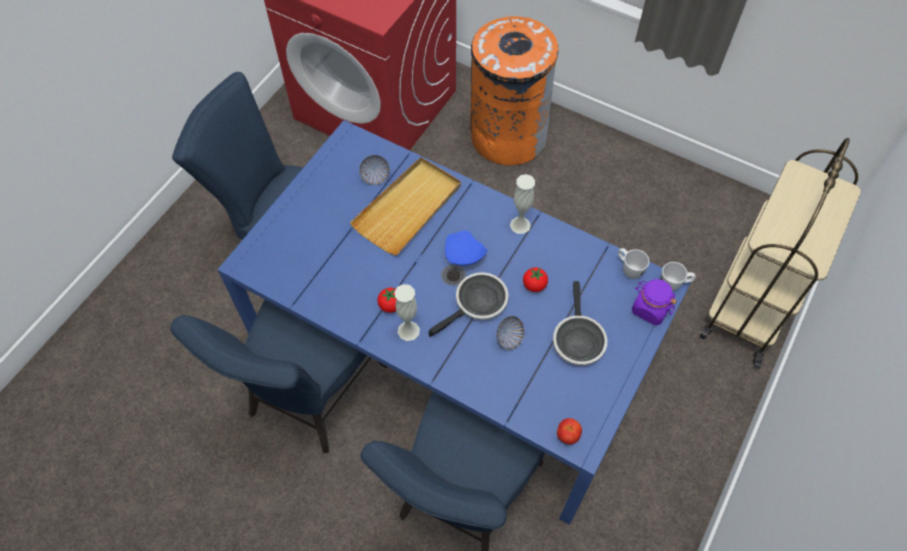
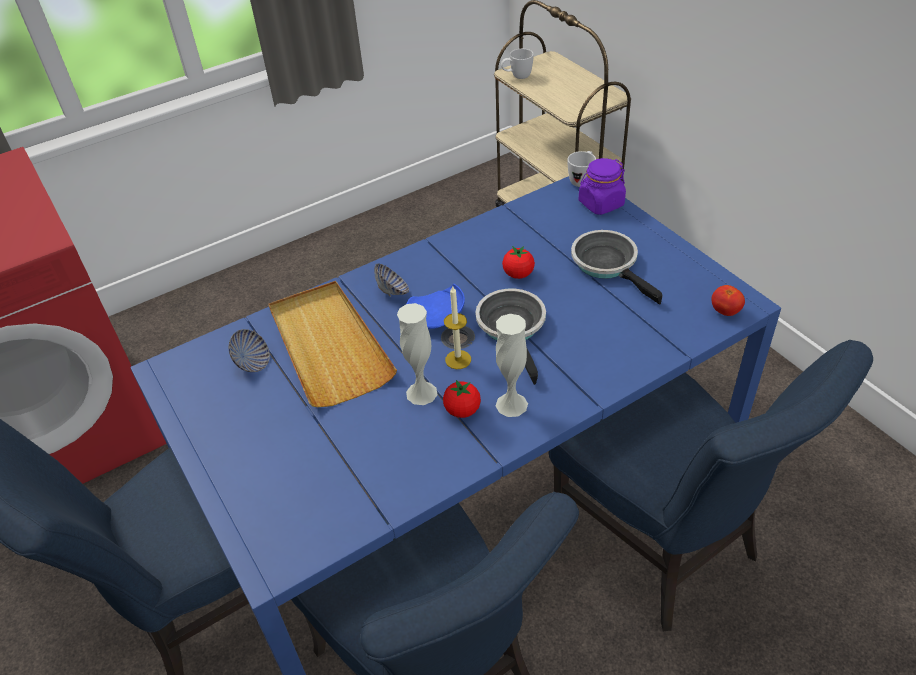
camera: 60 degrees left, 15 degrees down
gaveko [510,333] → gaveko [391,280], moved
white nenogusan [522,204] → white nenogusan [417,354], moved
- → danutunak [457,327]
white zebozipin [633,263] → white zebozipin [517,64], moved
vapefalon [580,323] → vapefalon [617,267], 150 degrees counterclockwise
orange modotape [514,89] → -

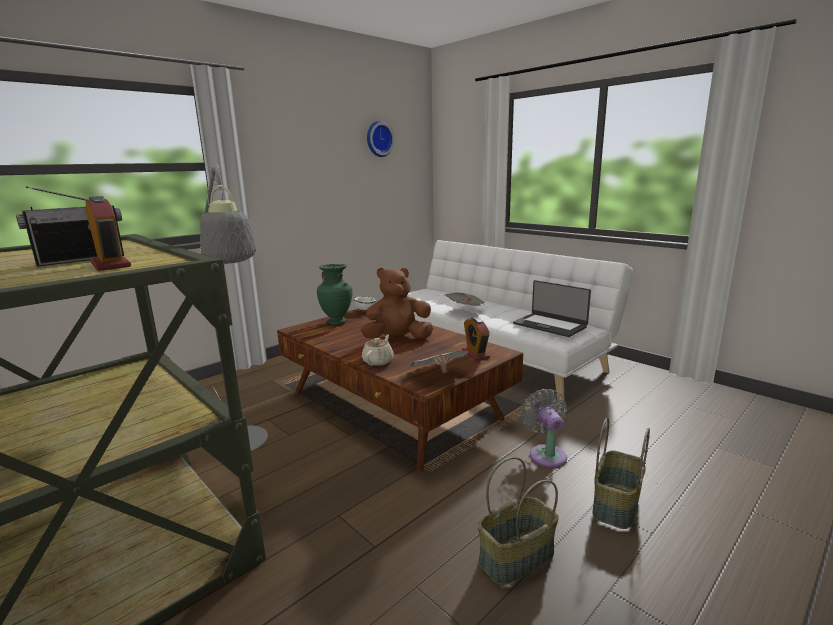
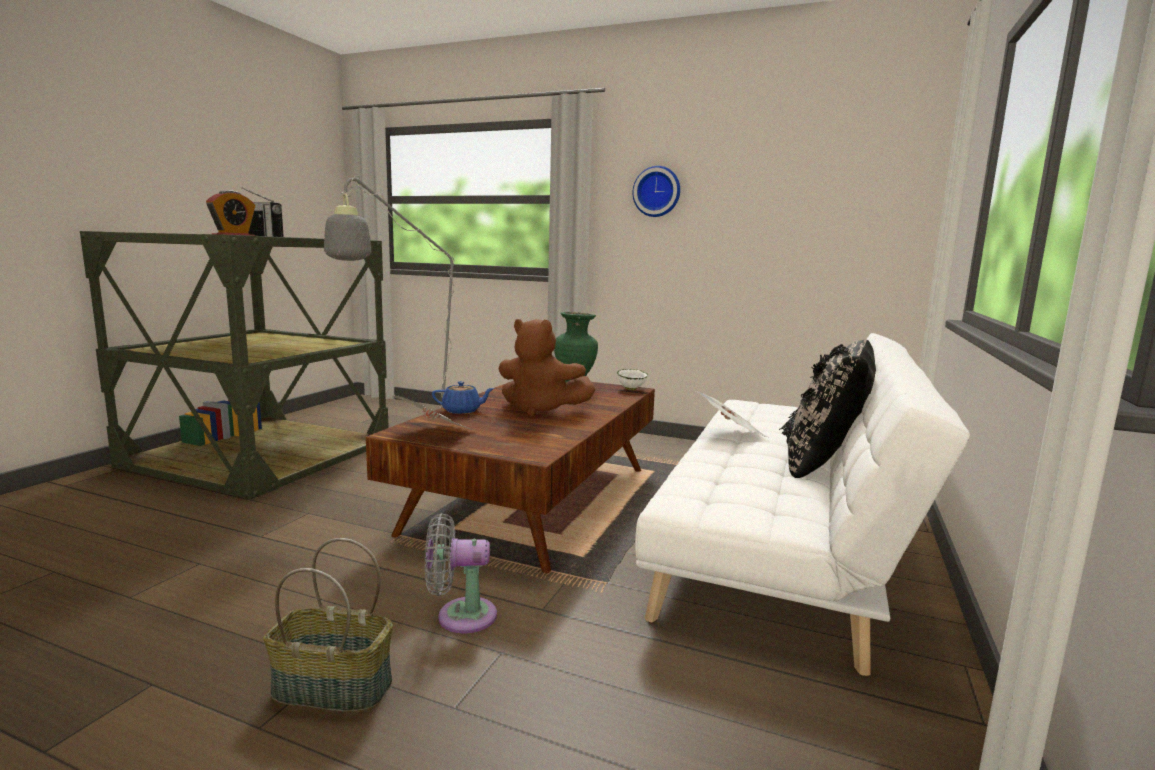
camera: 65 degrees right, 5 degrees down
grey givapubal [543,428] → grey givapubal [461,573], 150 degrees counterclockwise
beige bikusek [378,350] → blue bikusek [463,397]
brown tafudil [397,303] → brown tafudil [547,368], 150 degrees clockwise
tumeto [381,139] → tumeto [656,191], moved
- → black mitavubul [827,408]
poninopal [476,339] → -
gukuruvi [518,521] → -
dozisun [552,308] → -

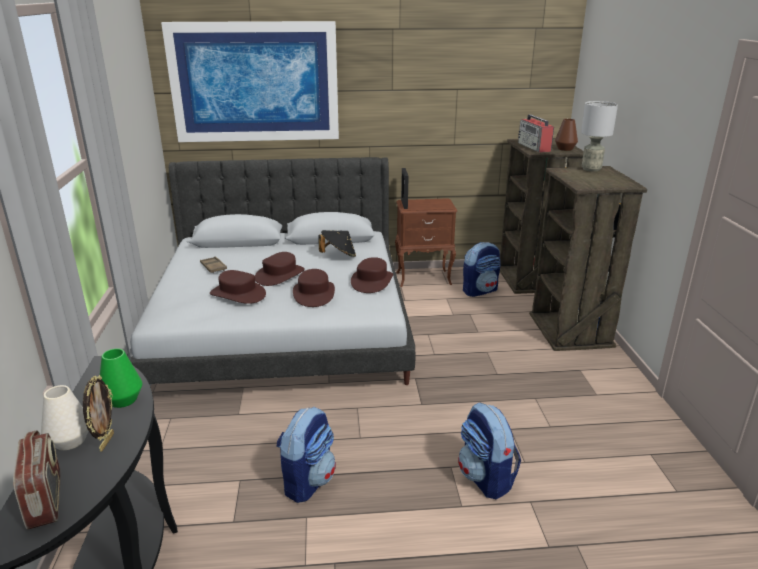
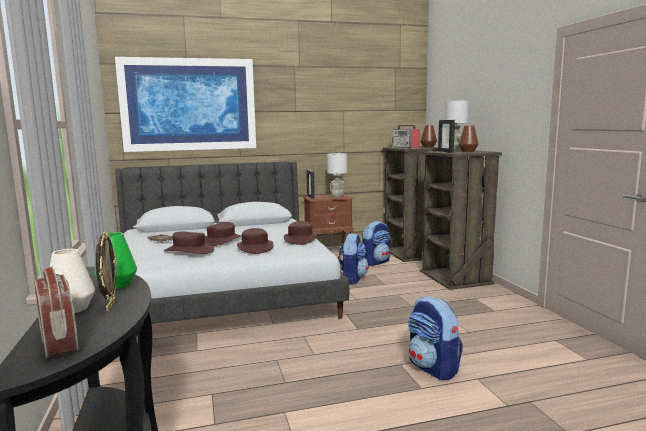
camera: 10 degrees left, 15 degrees down
- → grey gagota [337,175]
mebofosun [306,455] → mebofosun [353,258], moved
- → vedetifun [446,136]
- → brown nenogusan [468,138]
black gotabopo [337,243] → -

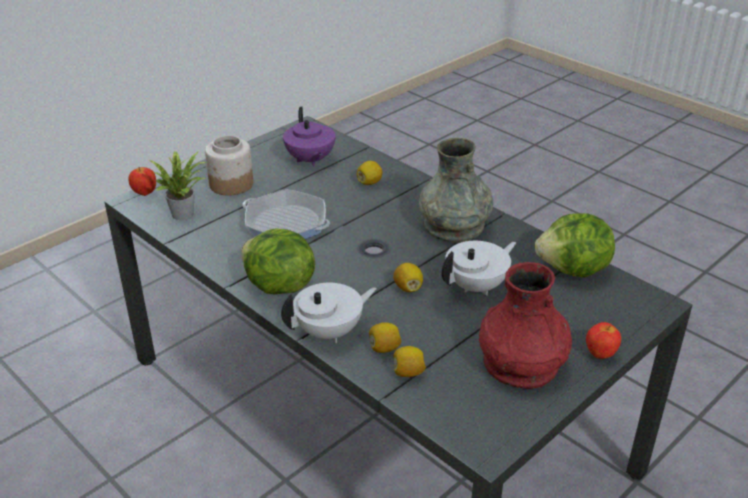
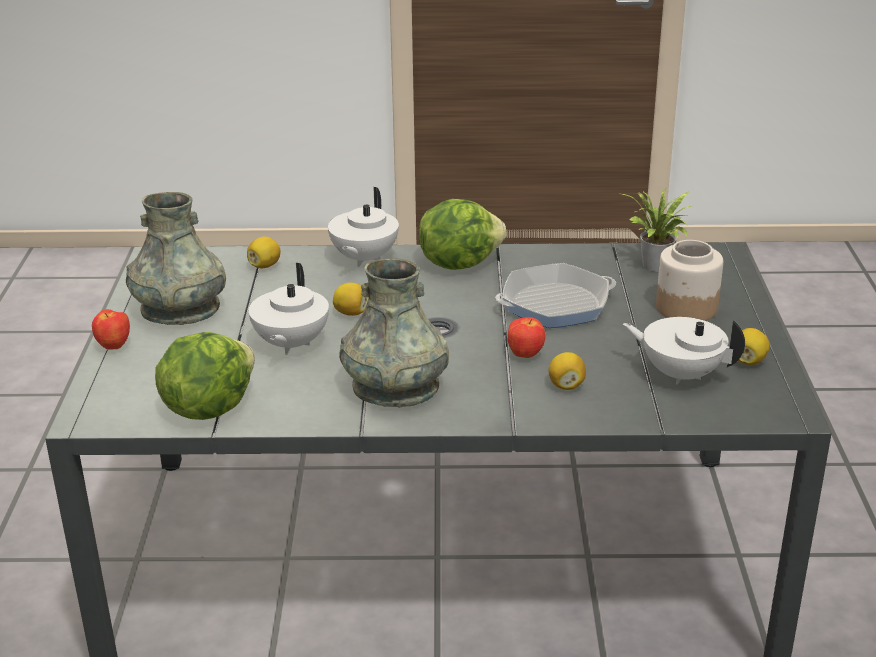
camera: 135 degrees right, 5 degrees down
red nenogusan [525,325] → grey nenogusan [176,258]
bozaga [142,181] → bozaga [526,337], moved
purple bikusek [309,137] → white bikusek [684,351]
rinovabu [385,337] → rinovabu [754,346], moved

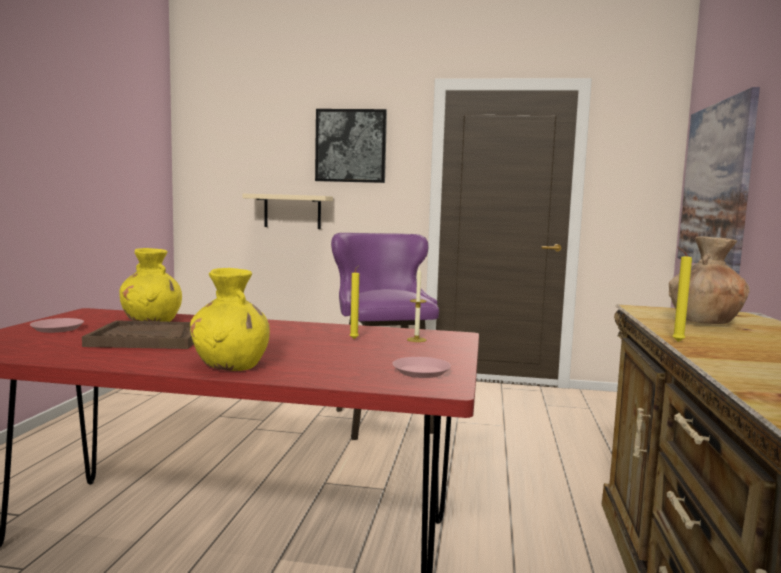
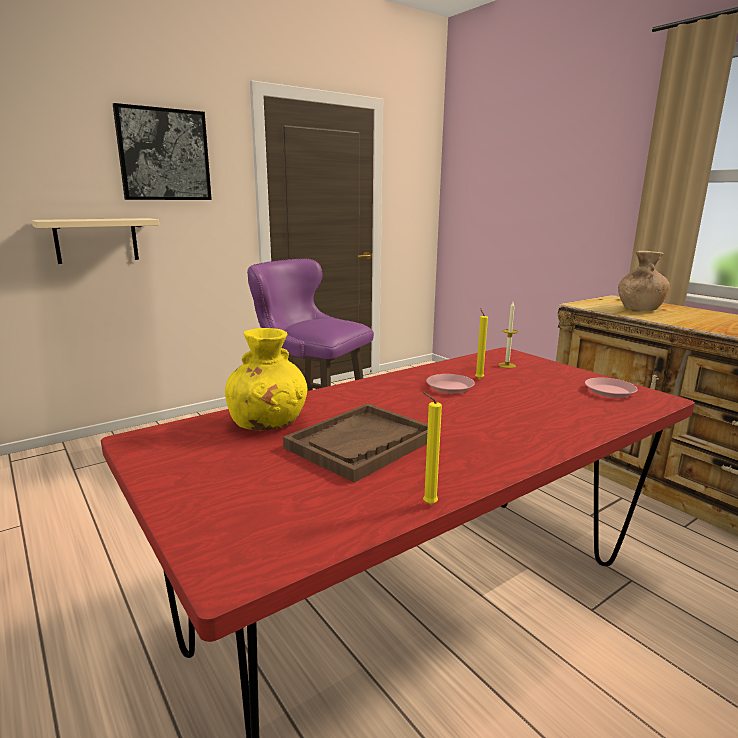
camera: 45 degrees left, 10 degrees up
yellow danutunak [682,294] → yellow danutunak [432,448], moved
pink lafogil [57,325] → pink lafogil [450,384], moved
yellow nenogusan [230,319] → -
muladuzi [718,180] → -

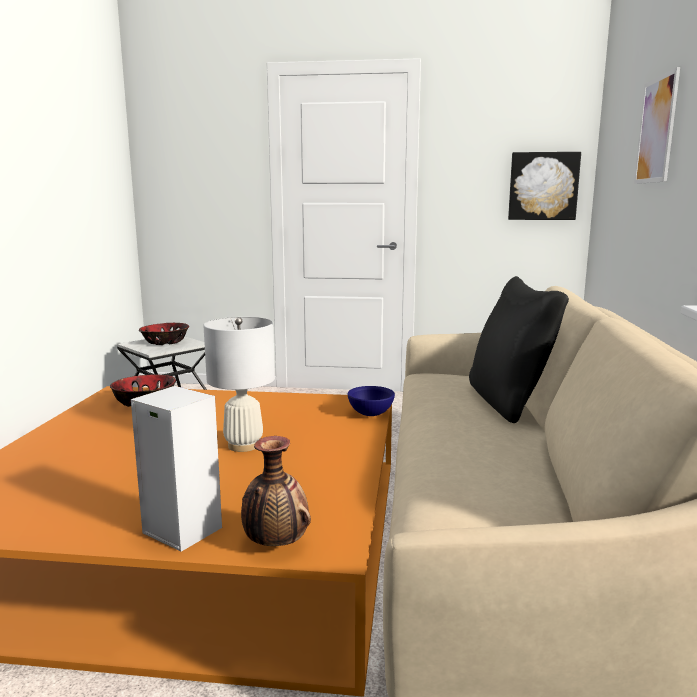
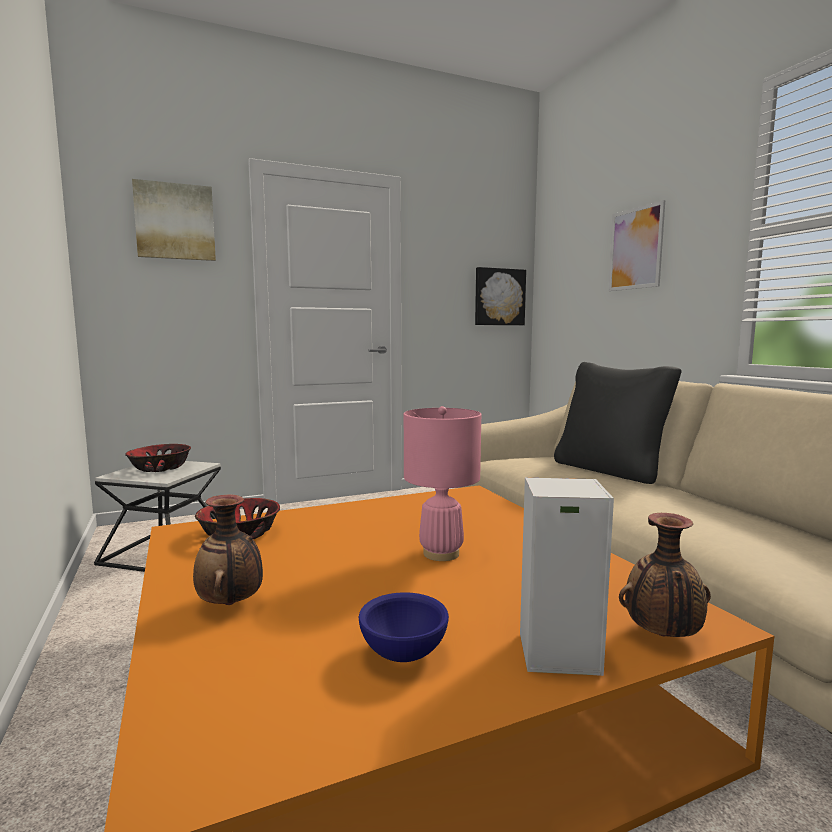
camera: 30 degrees left, 5 degrees down
- → muladuzi [174,220]
- → nenogusan [228,549]
blue gaveko [371,401] → blue gaveko [404,627], moved
white gagota [239,384] → pink gagota [442,483]

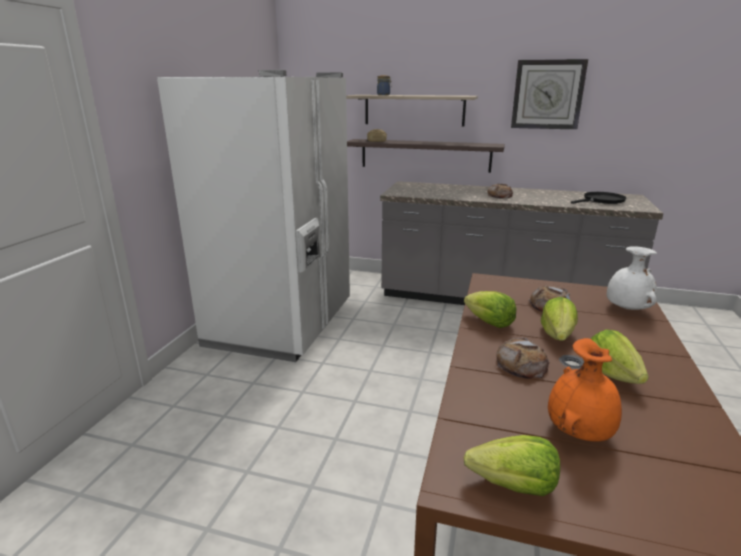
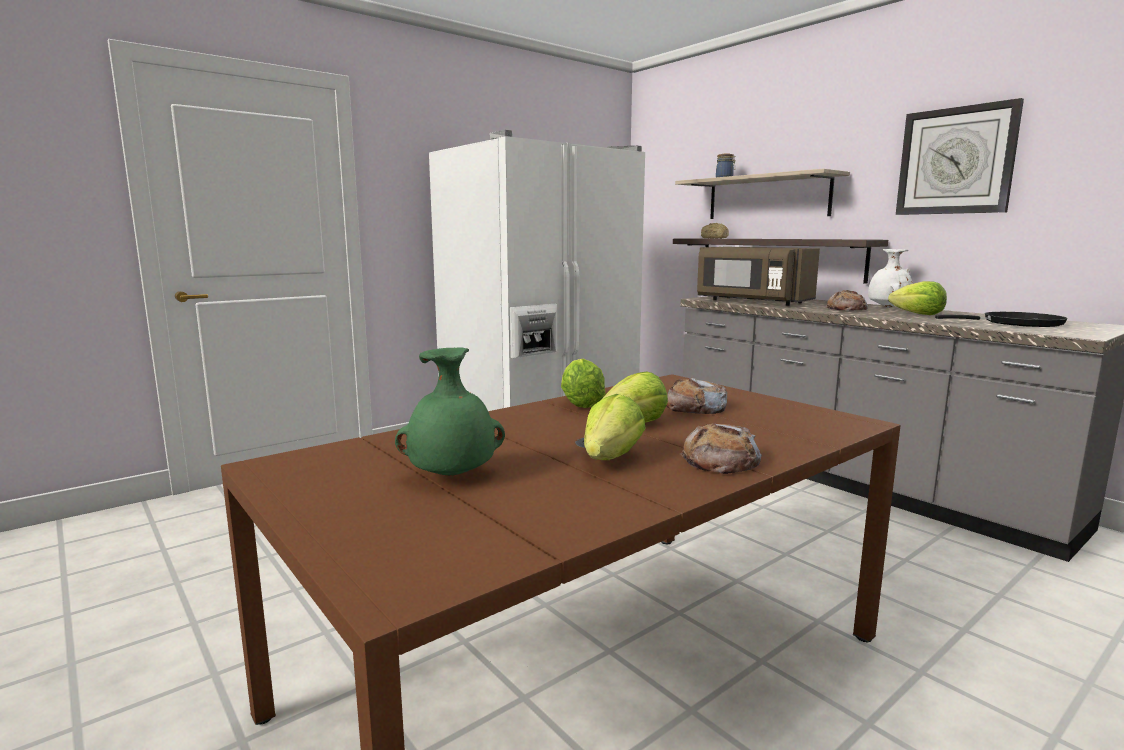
camera: 35 degrees right, 10 degrees down
orange nenogusan [585,390] → green nenogusan [450,412]
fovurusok [522,358] → fovurusok [721,448], moved
- → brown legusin [758,276]
white nenogusan [632,278] → white nenogusan [890,278], moved
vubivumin [512,465] → vubivumin [917,298], moved

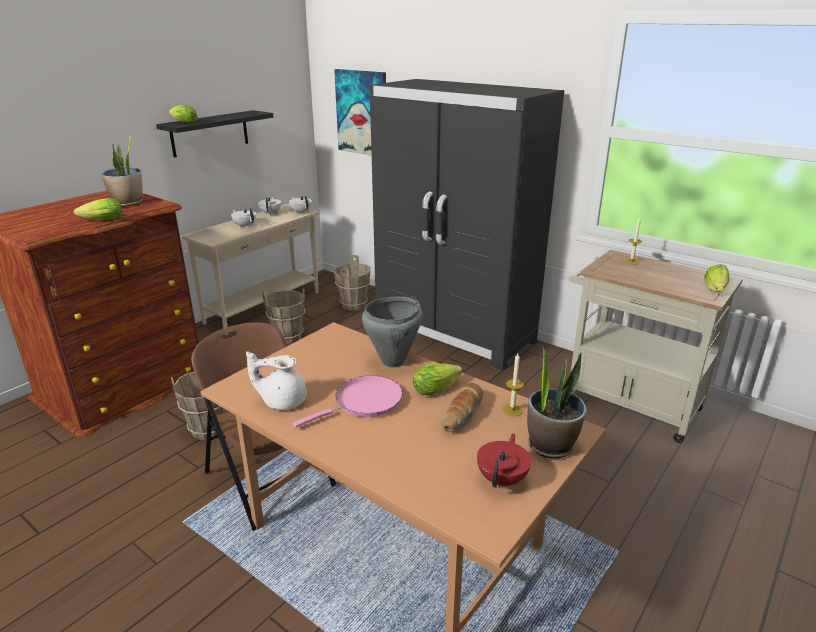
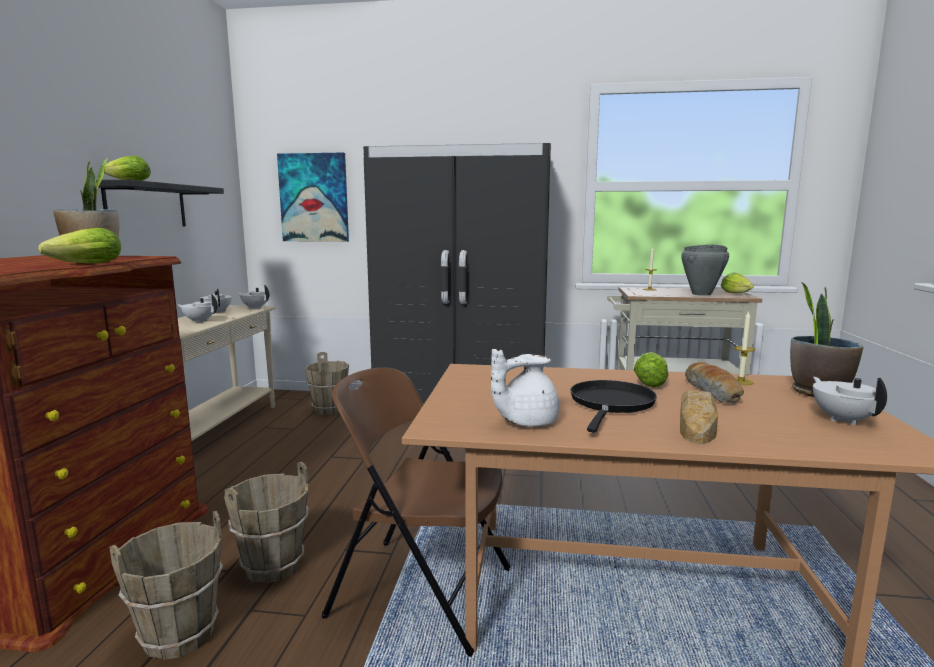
camera: 30 degrees left, 15 degrees down
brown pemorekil [283,316] → brown pemorekil [166,585], moved
pink vapefalon [348,401] → black vapefalon [613,406]
- → fovurusok [699,417]
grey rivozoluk [392,332] → grey rivozoluk [705,270], moved
red bikusek [504,461] → white bikusek [850,401]

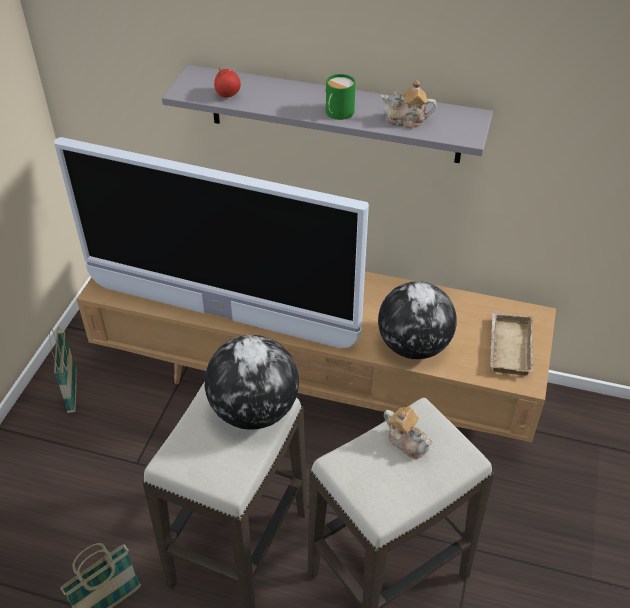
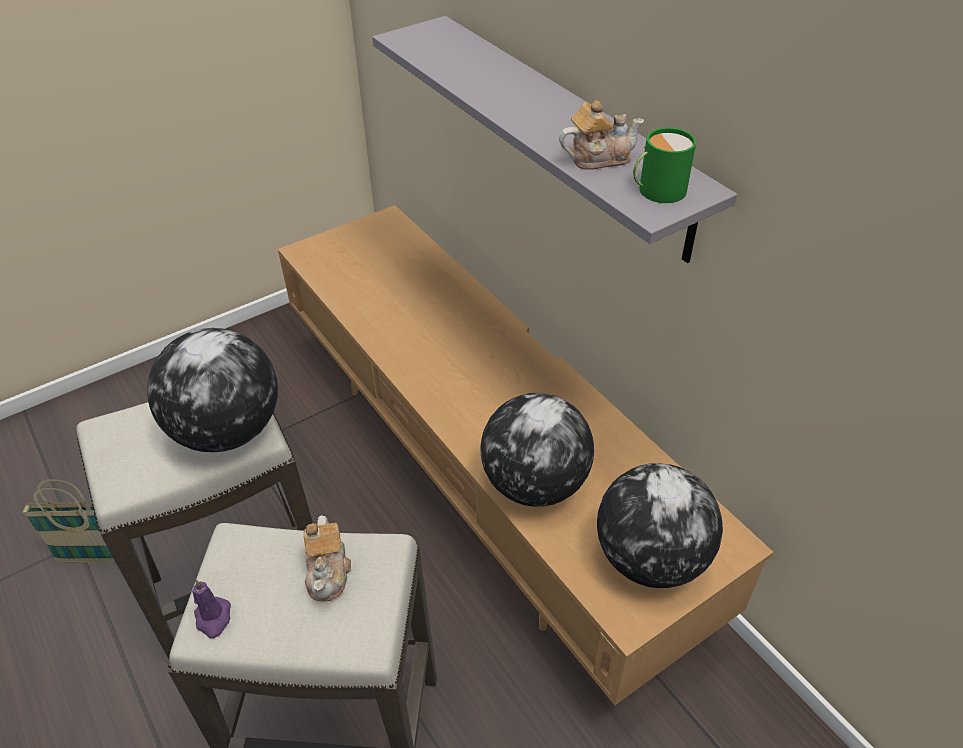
camera: 40 degrees right, 0 degrees up
- → purple danutunak [211,608]
bikusek [409,104] → bikusek [601,135], 120 degrees clockwise
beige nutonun [511,344] → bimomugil [660,525]
green zebozipin [340,97] → green zebozipin [664,165], moved
gukuruvi [63,370] → -
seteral [211,242] → -
bozaga [227,83] → -

